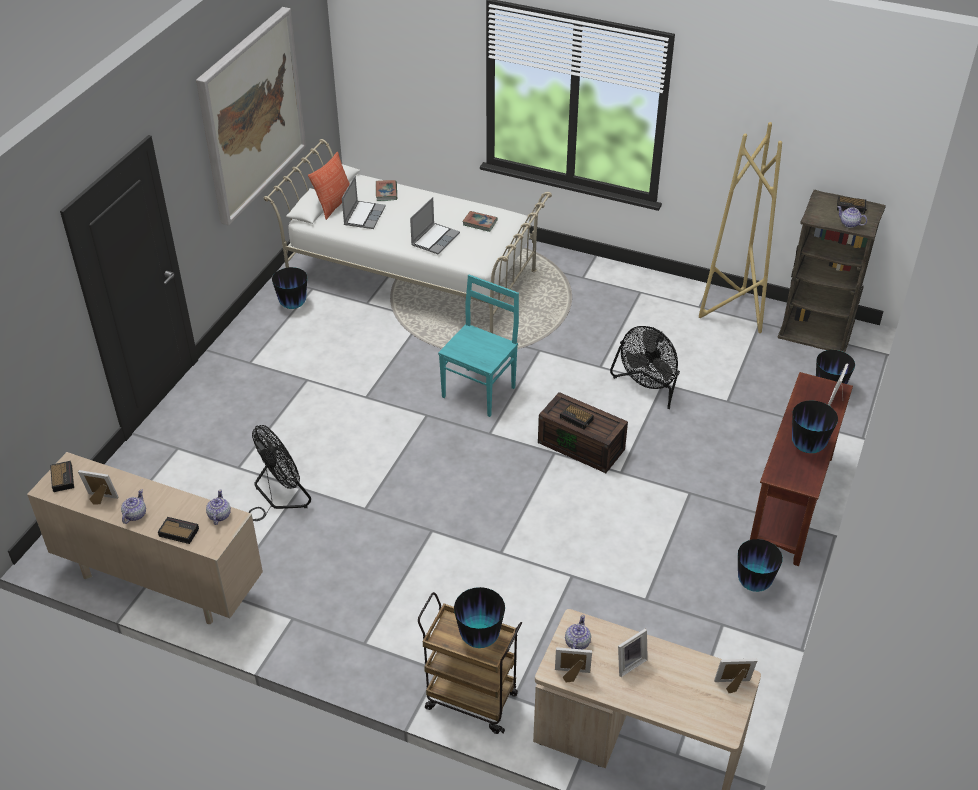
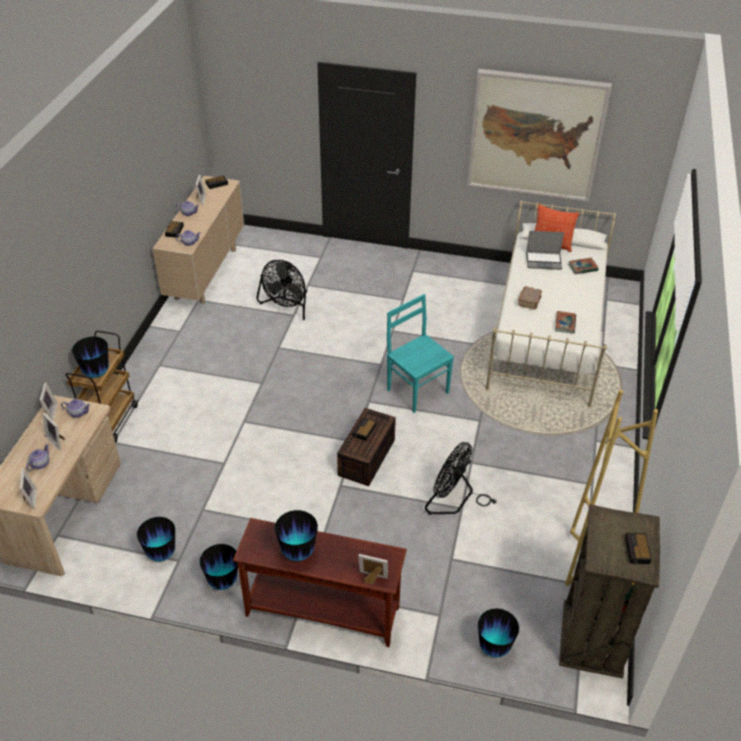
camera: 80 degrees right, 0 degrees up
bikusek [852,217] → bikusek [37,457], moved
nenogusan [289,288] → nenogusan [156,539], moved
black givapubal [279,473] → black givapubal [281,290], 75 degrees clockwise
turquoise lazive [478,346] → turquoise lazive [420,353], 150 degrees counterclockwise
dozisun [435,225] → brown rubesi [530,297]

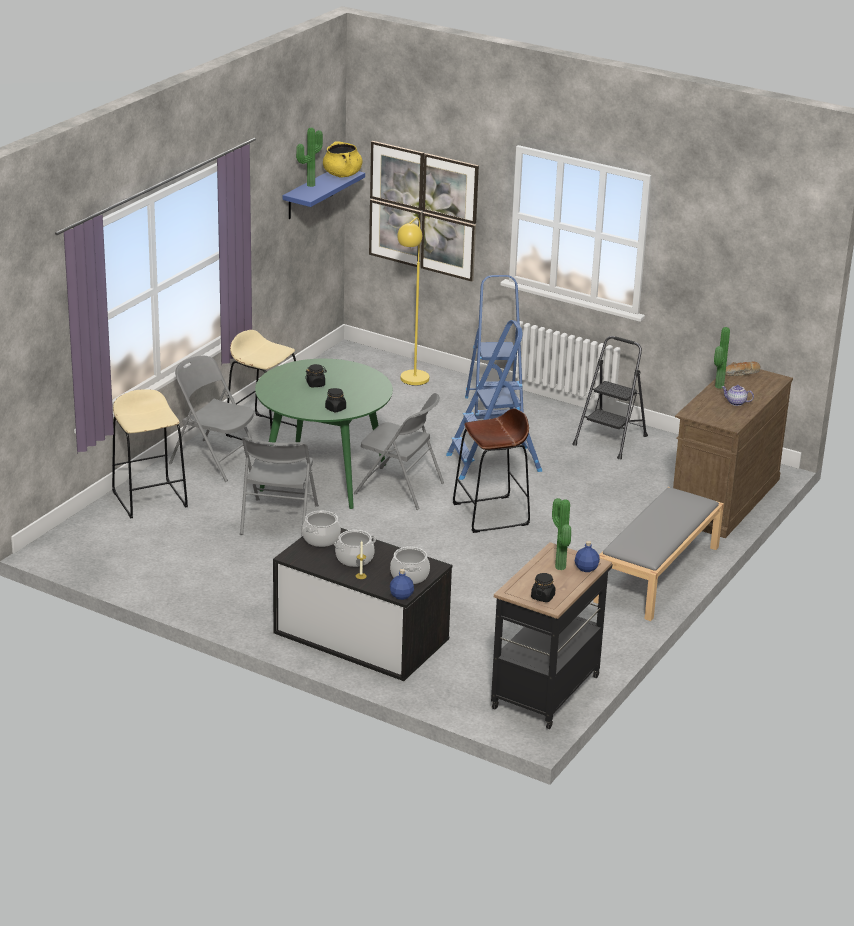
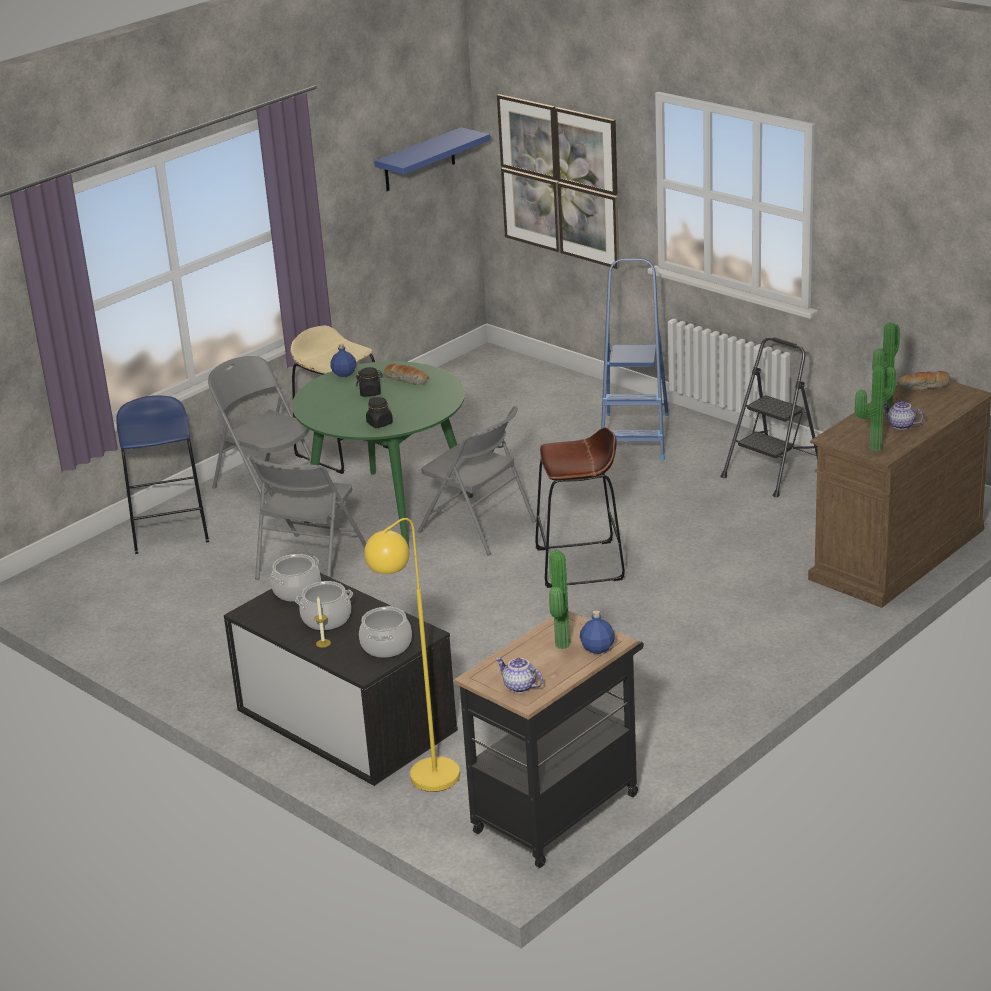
camera: 15 degrees right, 0 degrees up
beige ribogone [150,453] → blue ribogone [162,474]
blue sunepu [402,584] → blue sunepu [343,360], moved
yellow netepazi [413,301] → yellow netepazi [412,655], moved
- → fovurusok [406,374]
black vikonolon [543,587] → bikusek [519,675]
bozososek [309,157] → bozososek [875,408], moved
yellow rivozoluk [343,159] → -
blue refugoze [494,400] → -
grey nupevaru [658,554] → -

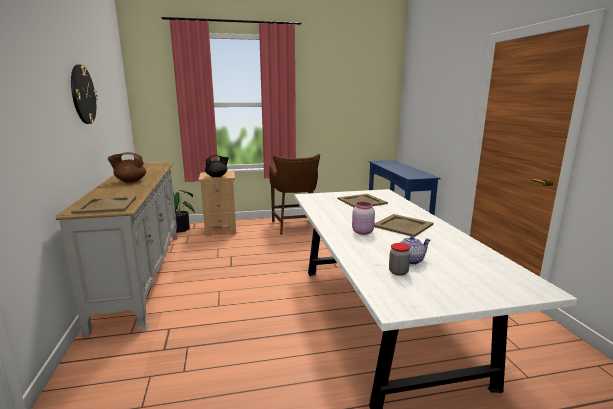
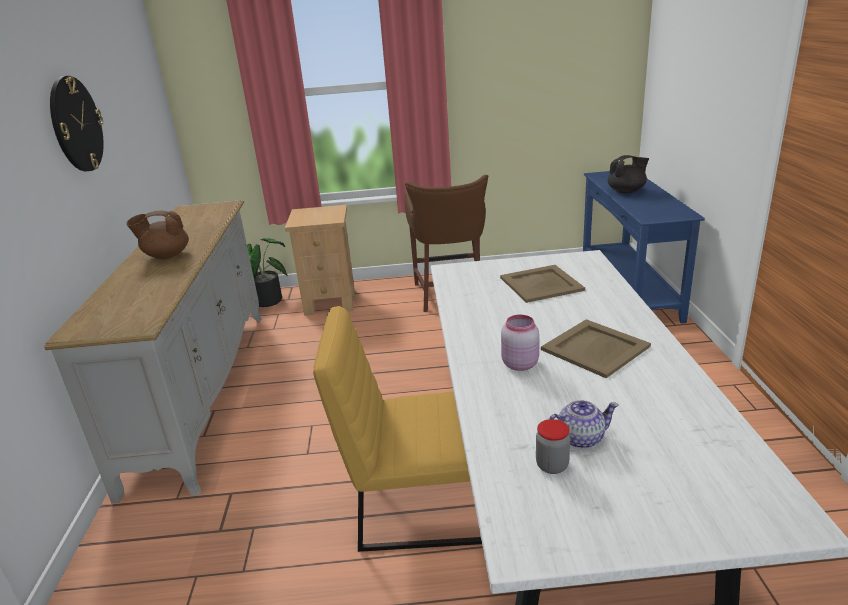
camera: 10 degrees right, 10 degrees up
- → yellow lazive [397,429]
black bikusek [217,166] → black bikusek [628,174], moved
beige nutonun [103,205] → -

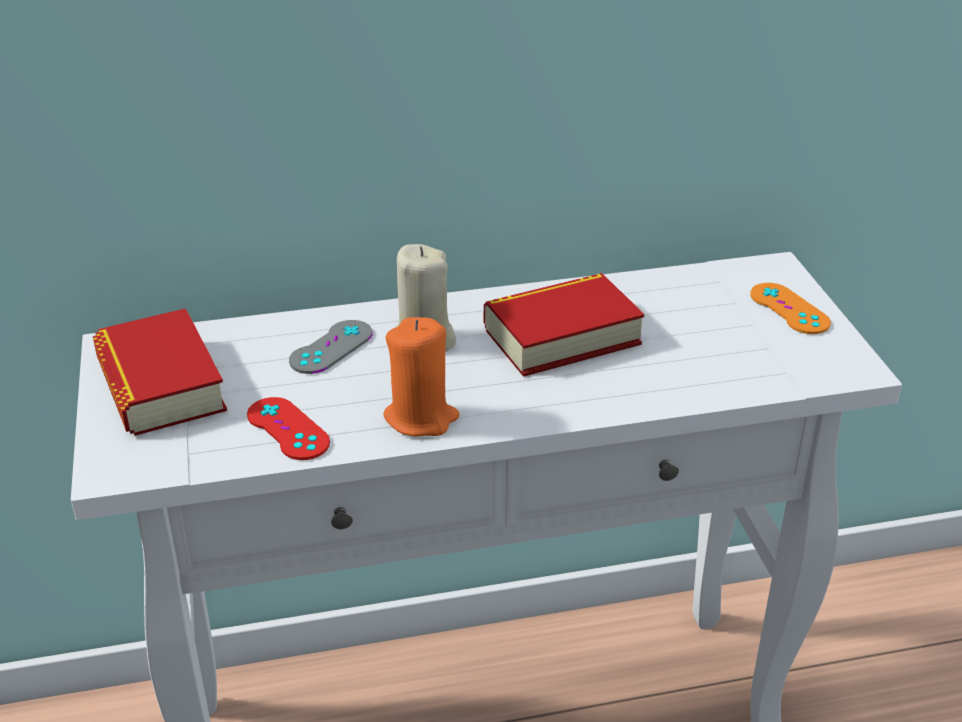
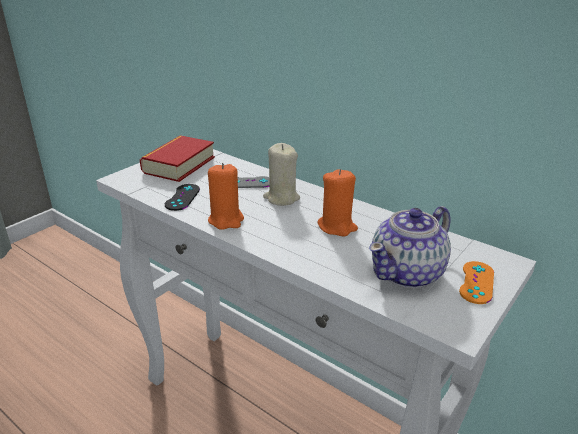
camera: 50 degrees right, 5 degrees down
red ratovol [288,428] → black ratovol [182,197]
rubesi [564,325] → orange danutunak [338,202]
- → bikusek [410,247]

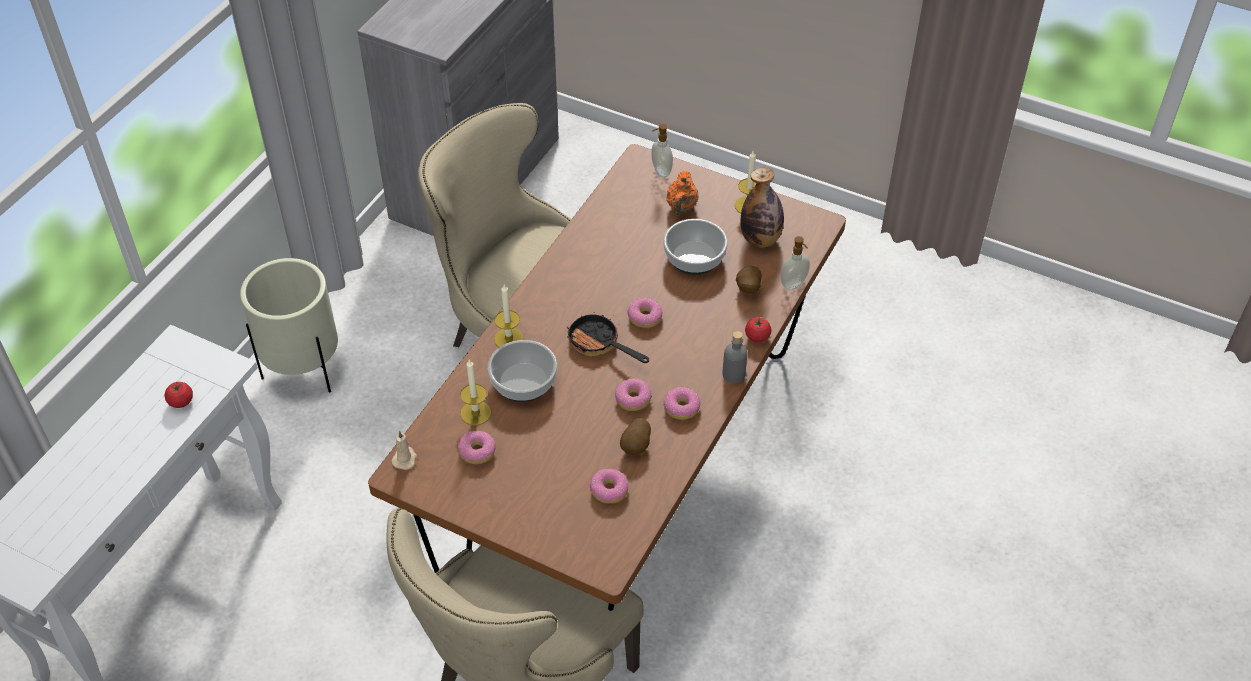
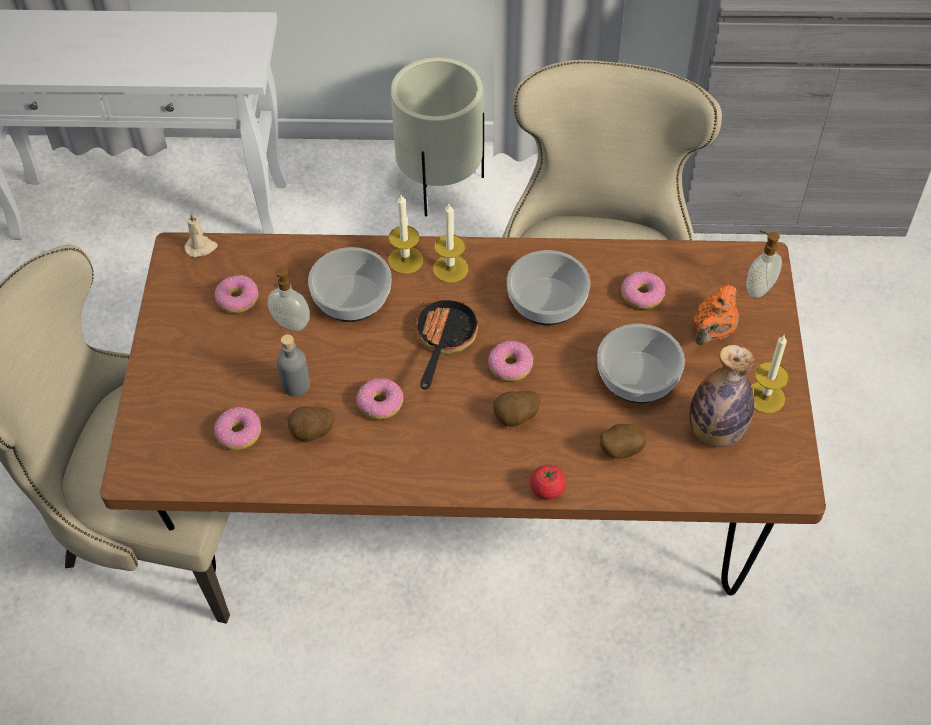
camera: 65 degrees right, 5 degrees up
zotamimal [795,263] → zotamimal [289,299], moved
grey sunepu [735,357] → grey sunepu [293,365], moved
danutunak [475,392] → danutunak [450,242], moved
- → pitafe [517,409]
- → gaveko [548,287]
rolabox [681,403] → rolabox [643,290], moved
orange bikusek [682,193] → orange bikusek [716,315], 45 degrees counterclockwise
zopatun [179,394] → -

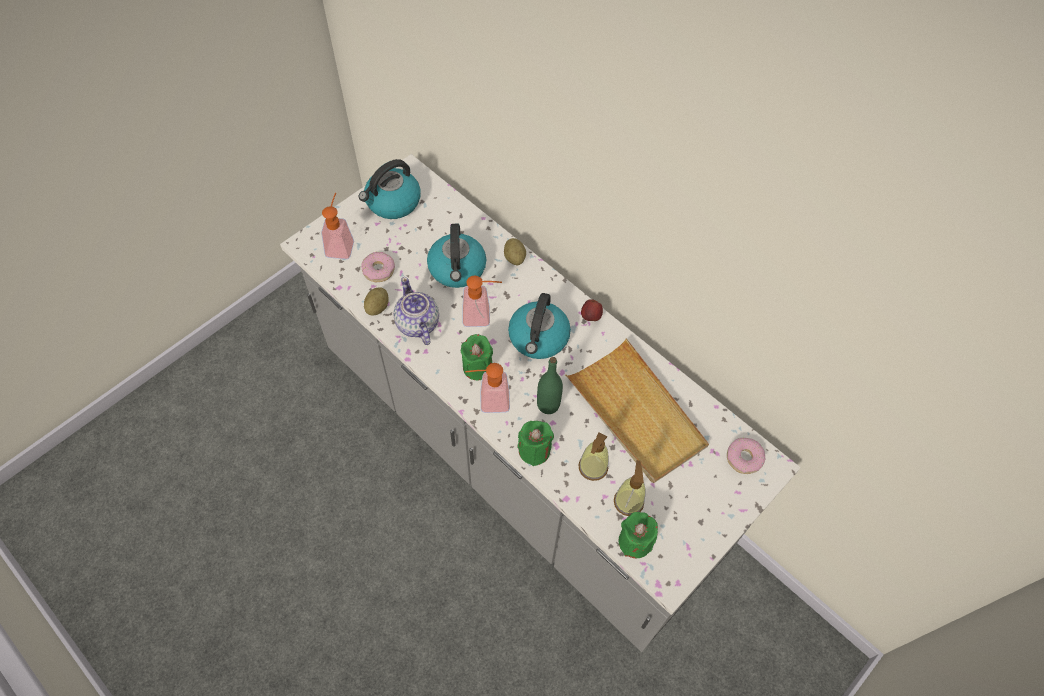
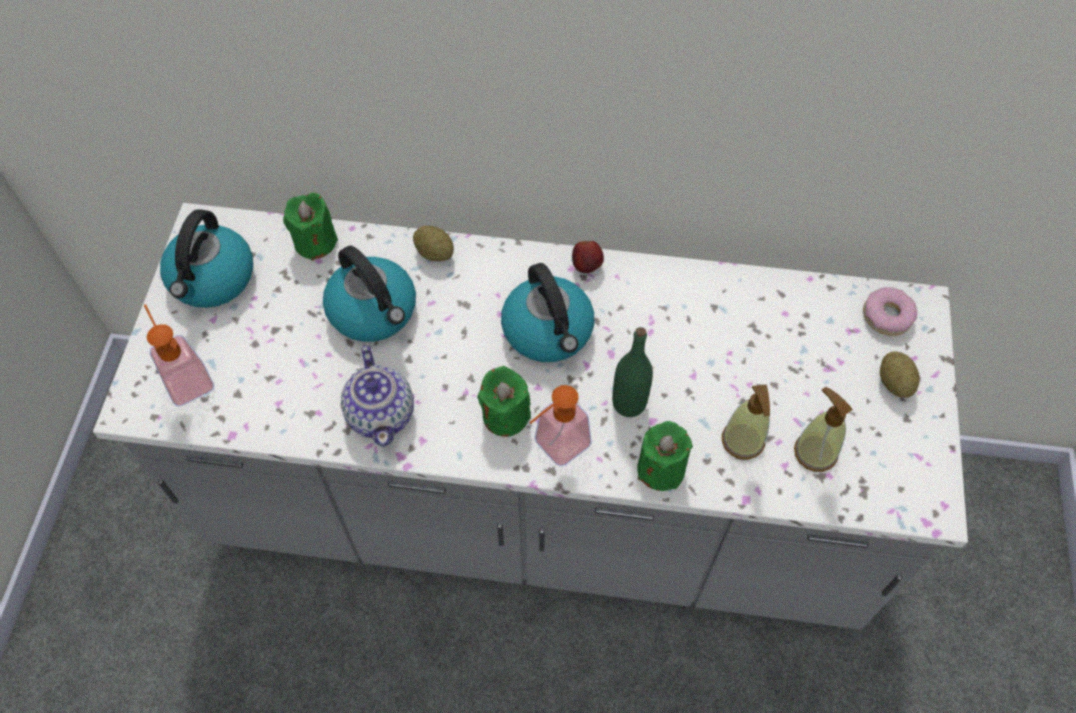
camera: 35 degrees left, 0 degrees up
green danutunak [638,535] → green danutunak [310,227], moved
bikusek [416,311] → bikusek [377,395], 135 degrees counterclockwise
pitafe [376,301] → pitafe [900,374], moved
rolabox [378,267] → -
zotamimal [482,301] → -
beige nutonun [637,410] → -

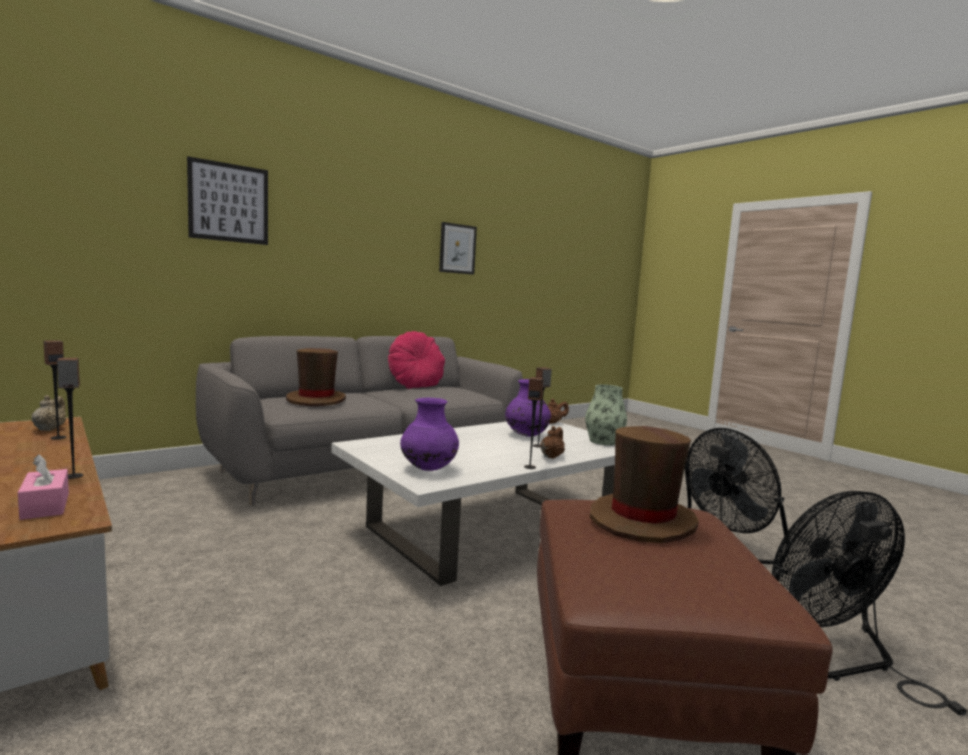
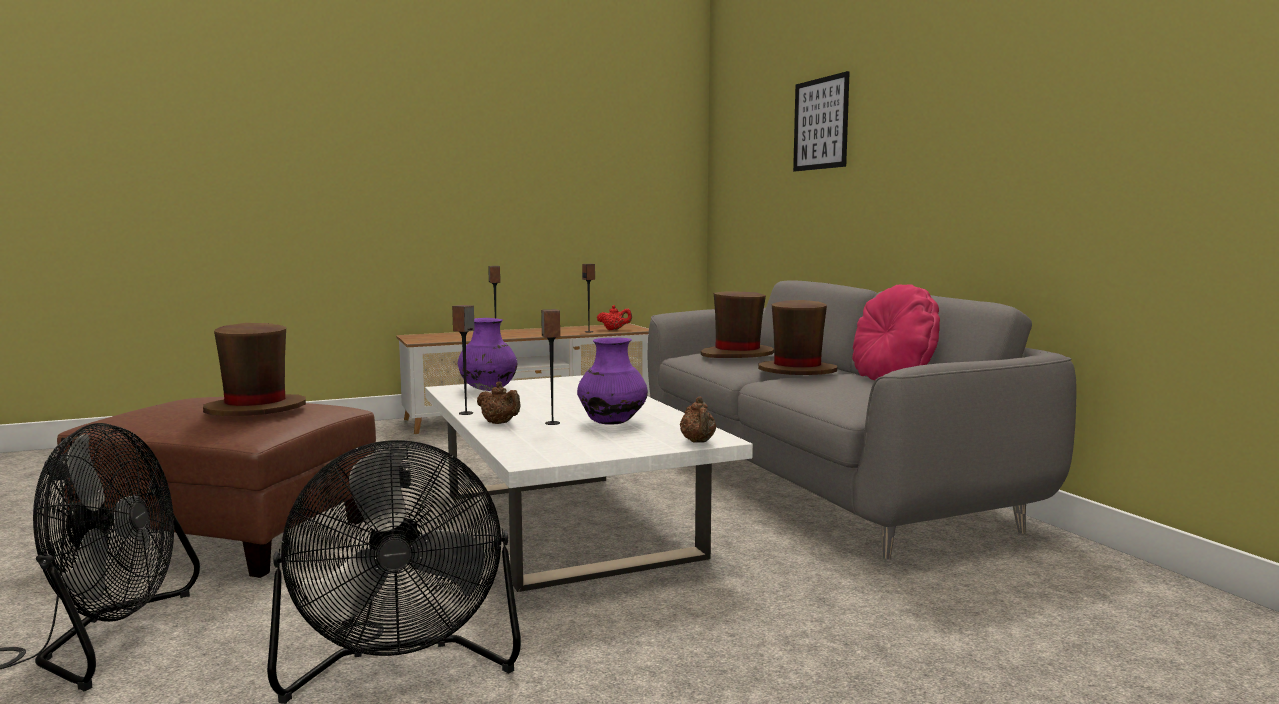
camera: 105 degrees right, 0 degrees up
beige bikusek [49,413] → red bikusek [614,317]
- → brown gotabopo [797,337]
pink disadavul [43,487] → -
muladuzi [458,248] → -
nenogusan [606,414] → -

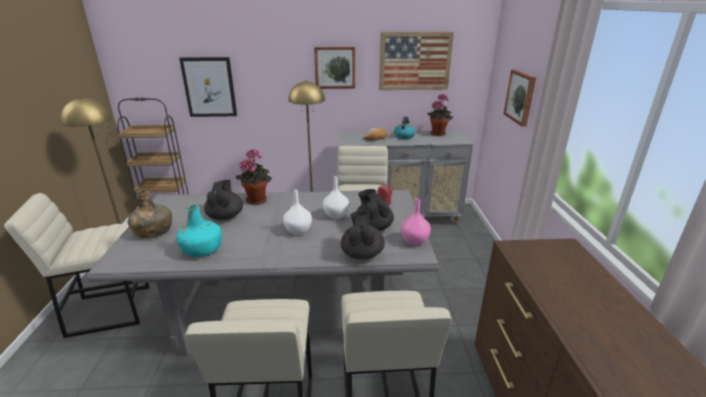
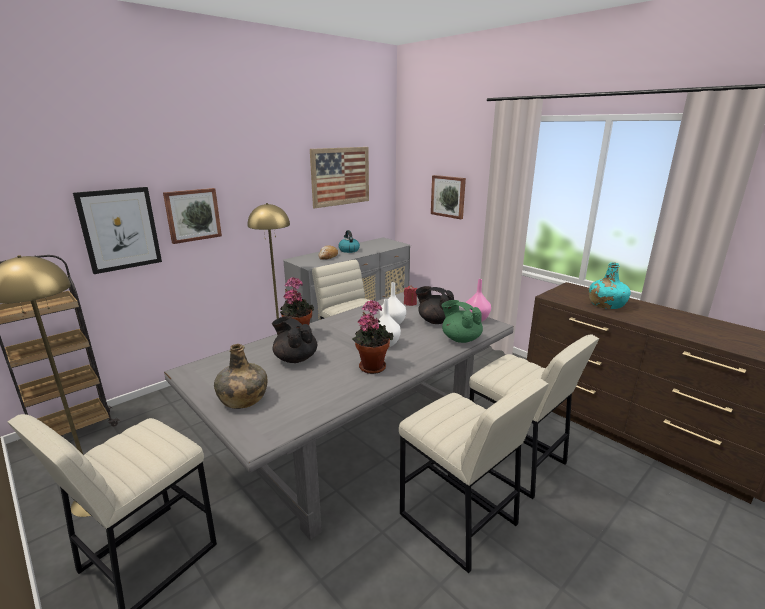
camera: 40 degrees left, 5 degrees down
muladuzi [334,67] → muladuzi [192,216], moved
bozososek [440,115] → bozososek [373,337], moved
black bikusek [363,235] → green bikusek [462,321]
turquoise sunepu [199,230] → turquoise sunepu [610,285], moved

